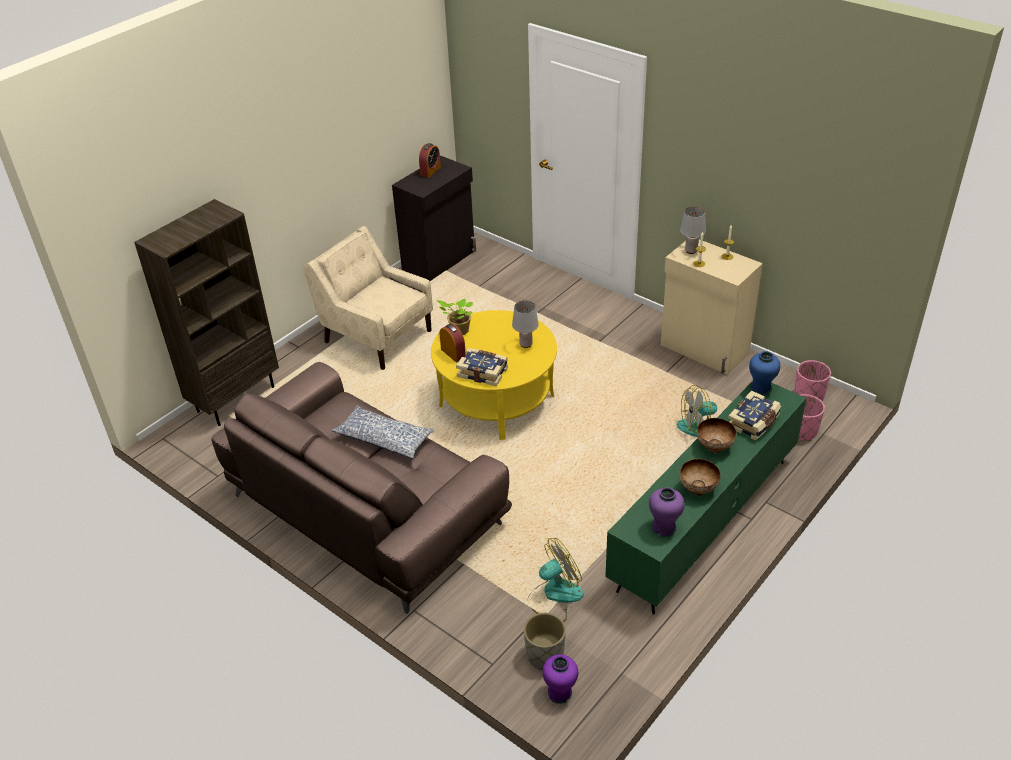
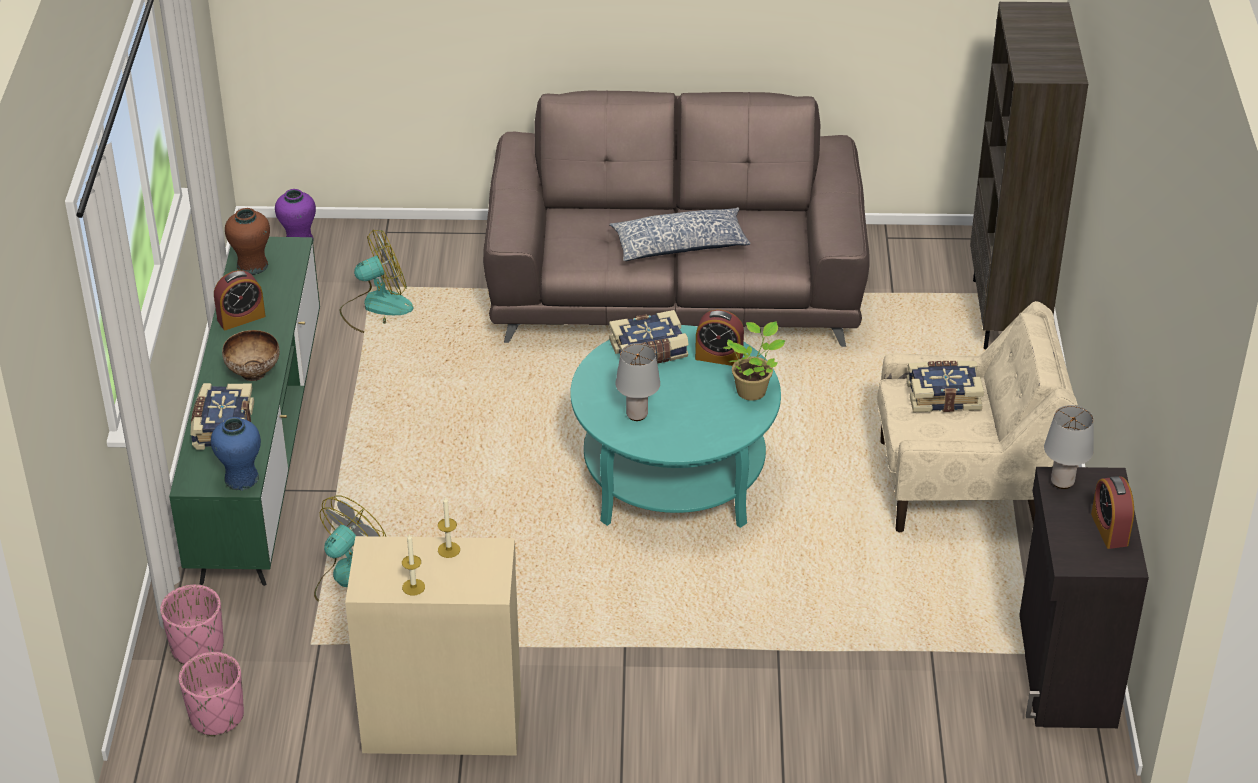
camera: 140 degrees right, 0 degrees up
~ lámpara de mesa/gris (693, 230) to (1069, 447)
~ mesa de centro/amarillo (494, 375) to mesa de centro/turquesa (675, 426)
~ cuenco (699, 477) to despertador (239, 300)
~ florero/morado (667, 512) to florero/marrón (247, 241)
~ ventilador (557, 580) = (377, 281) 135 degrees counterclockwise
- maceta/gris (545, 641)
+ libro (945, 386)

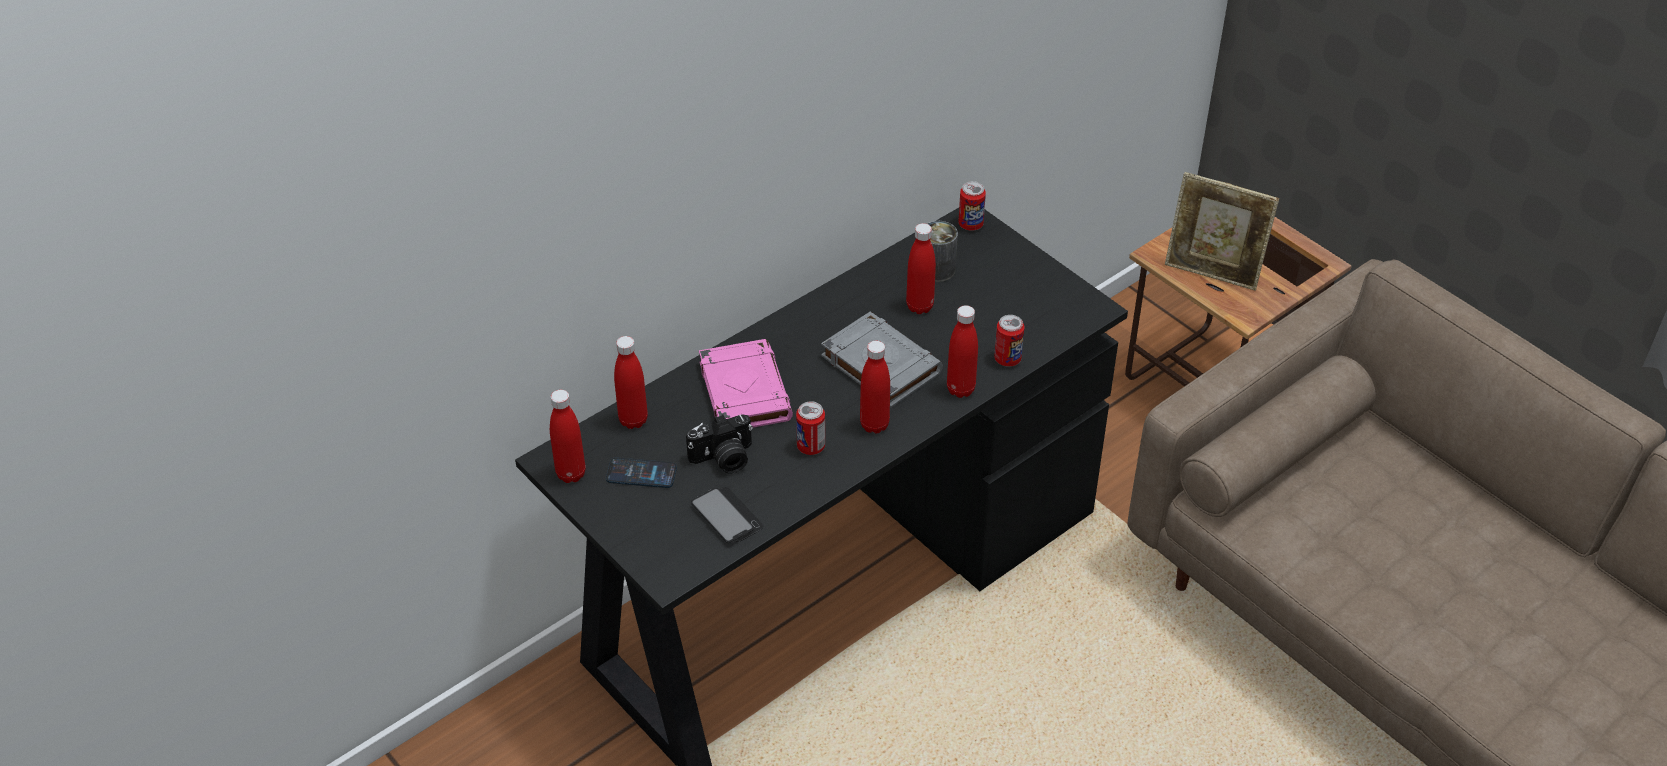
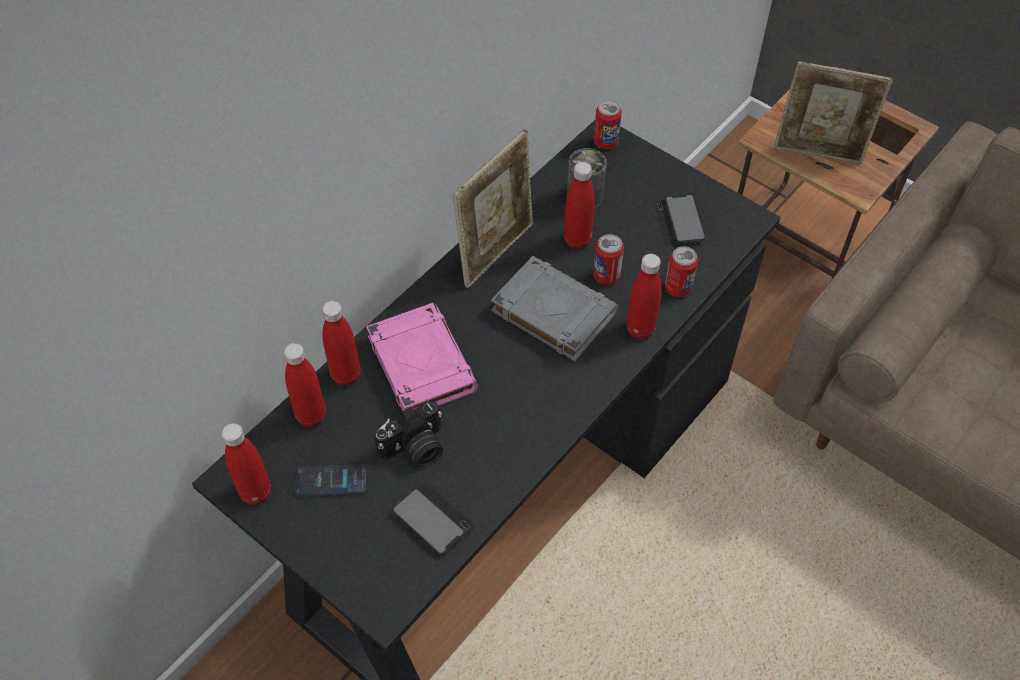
camera: 10 degrees left, 10 degrees up
~ botella/rojo (875, 387) to (341, 343)
~ lata (810, 428) to (608, 259)
+ portarretratos (493, 209)
+ móvil (680, 220)

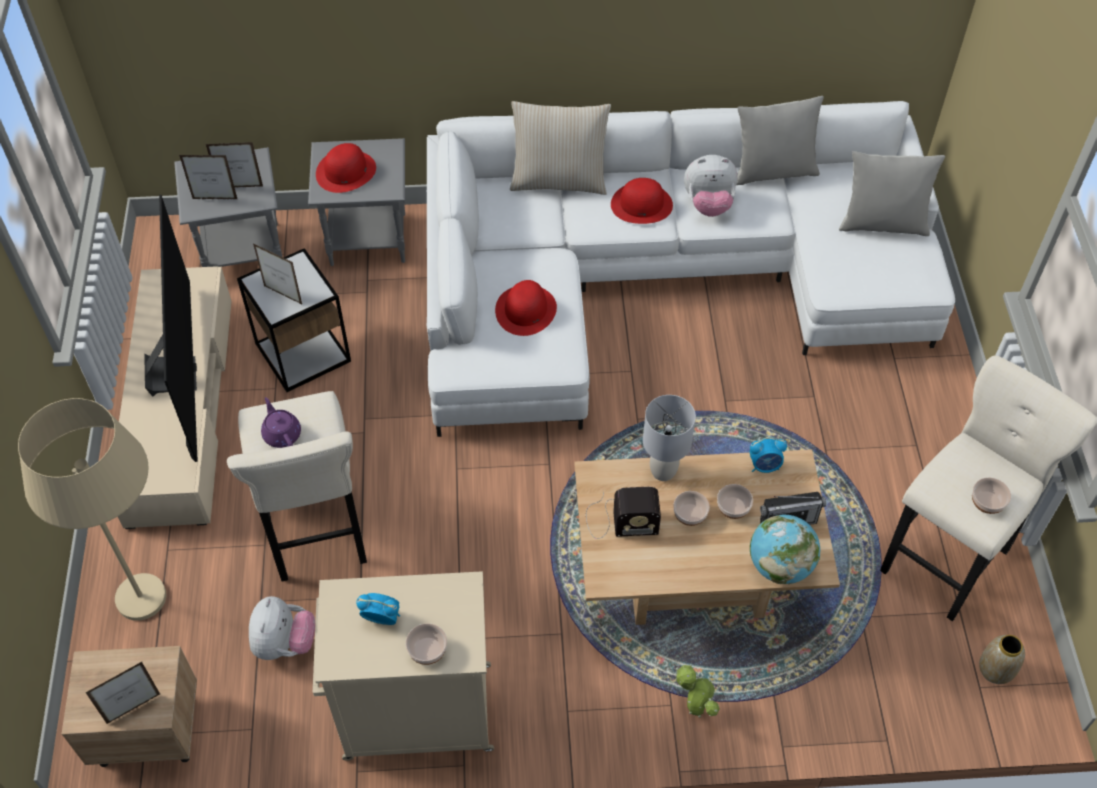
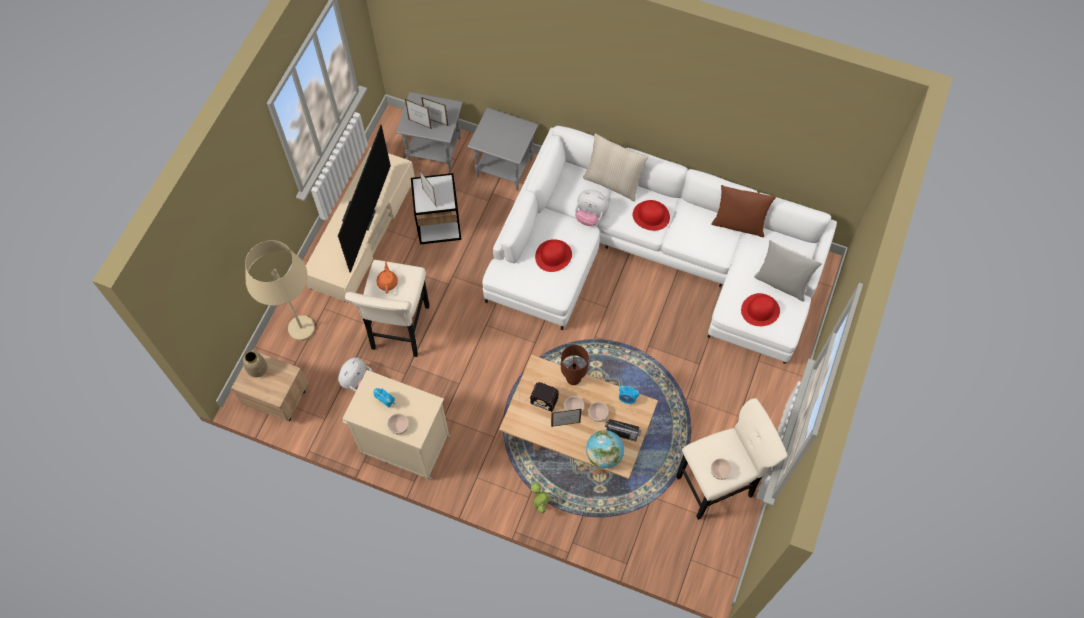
camera: 25 degrees right, 10 degrees up
~ cojín/gris (780, 140) to cojín/marrón (743, 211)
~ sombrero/rojo (346, 168) to (760, 309)
~ peluche (711, 186) to (592, 208)
~ lámpara de mesa/gris (669, 438) to lámpara de mesa/marrón (575, 365)
~ tetera/morado (281, 422) to tetera/naranja (387, 277)
~ florero (1002, 659) to (255, 364)
~ portarretratos (123, 693) to (566, 418)

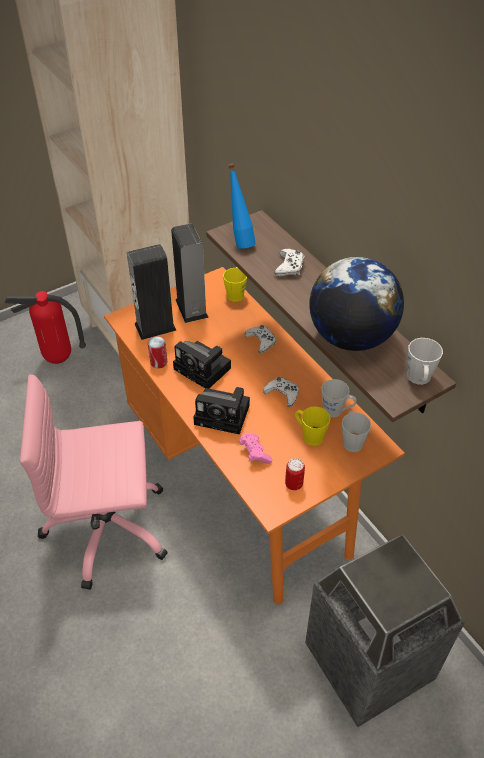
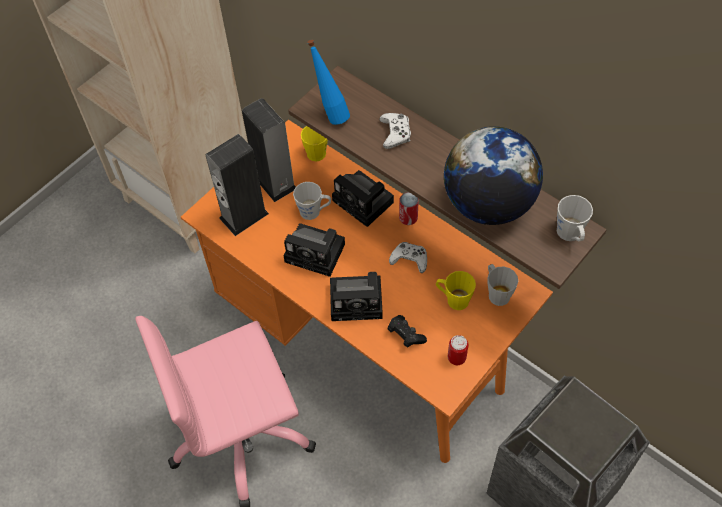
camera: 15 degrees left, 10 degrees up
- extintor (45, 327)
~ mando de consola/blanco (260, 339) to cámara (363, 198)
~ lata (157, 352) to (409, 208)
~ taza grande/gris (339, 398) to (312, 201)
~ mando de consola/rosa (255, 448) to mando de consola/negro (407, 331)

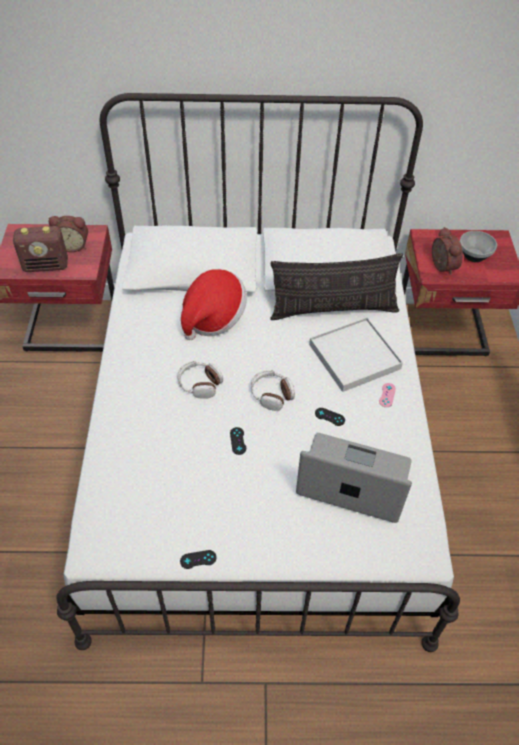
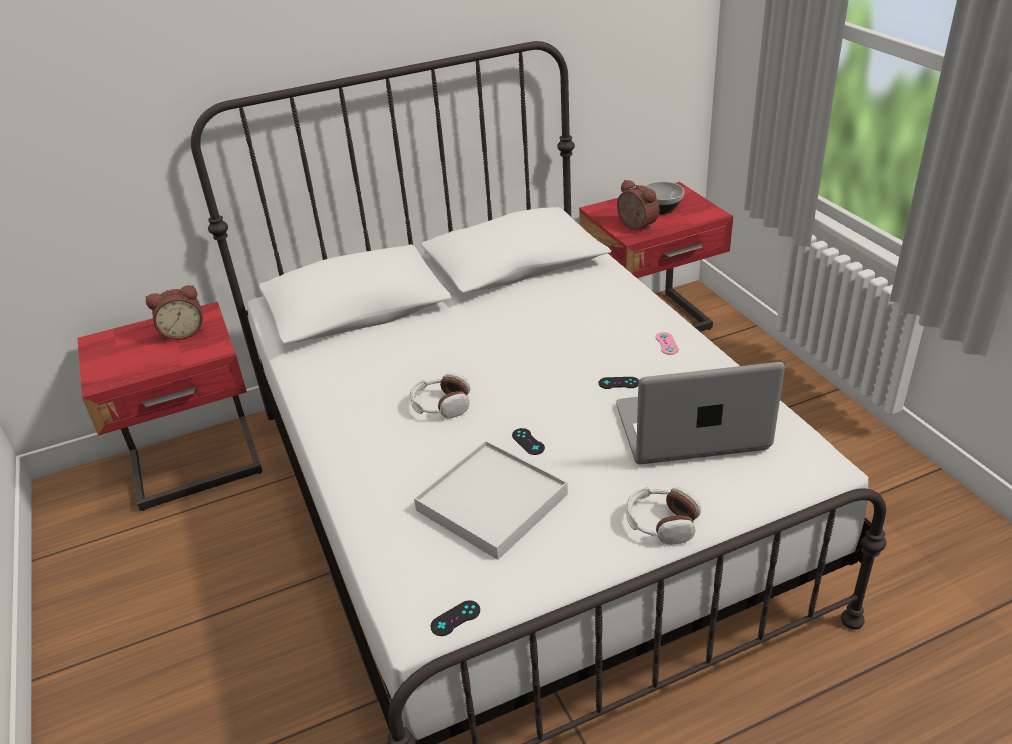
camera: 20 degrees left, 15 degrees down
- radio (40, 249)
- cojín (336, 286)
- sombrero (214, 304)
~ bandeja/blanco (356, 354) to (491, 500)
~ auriculares (273, 390) to (663, 516)
~ mando de consola/negro (198, 559) to (455, 618)

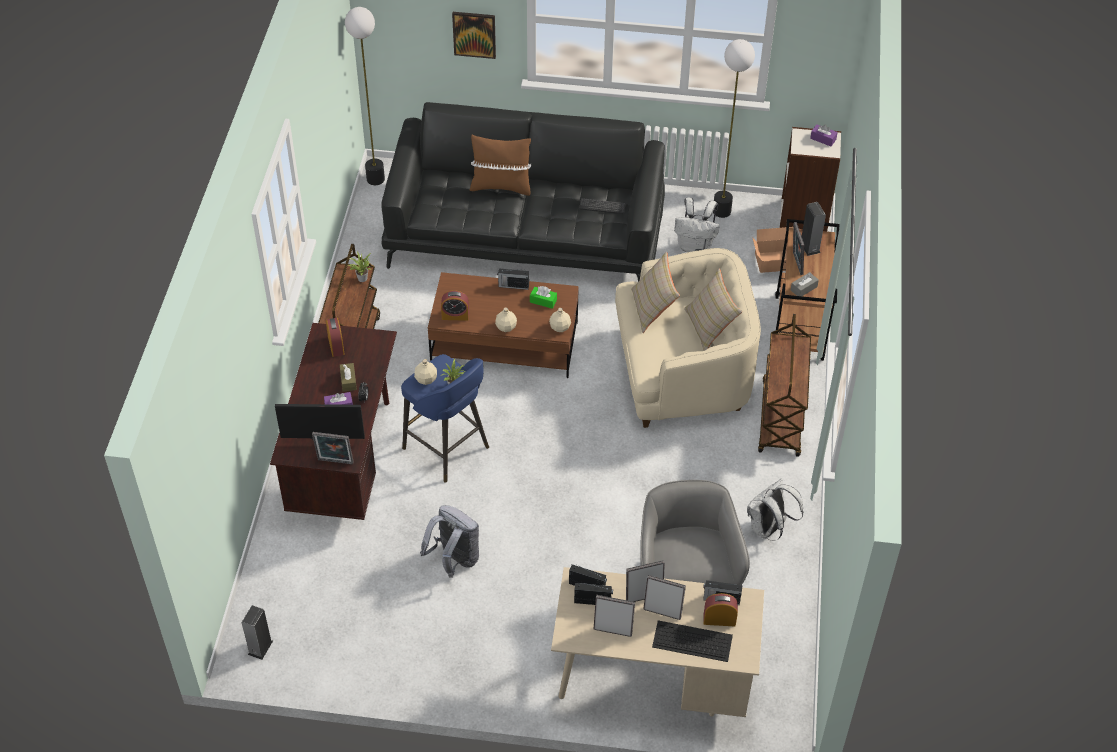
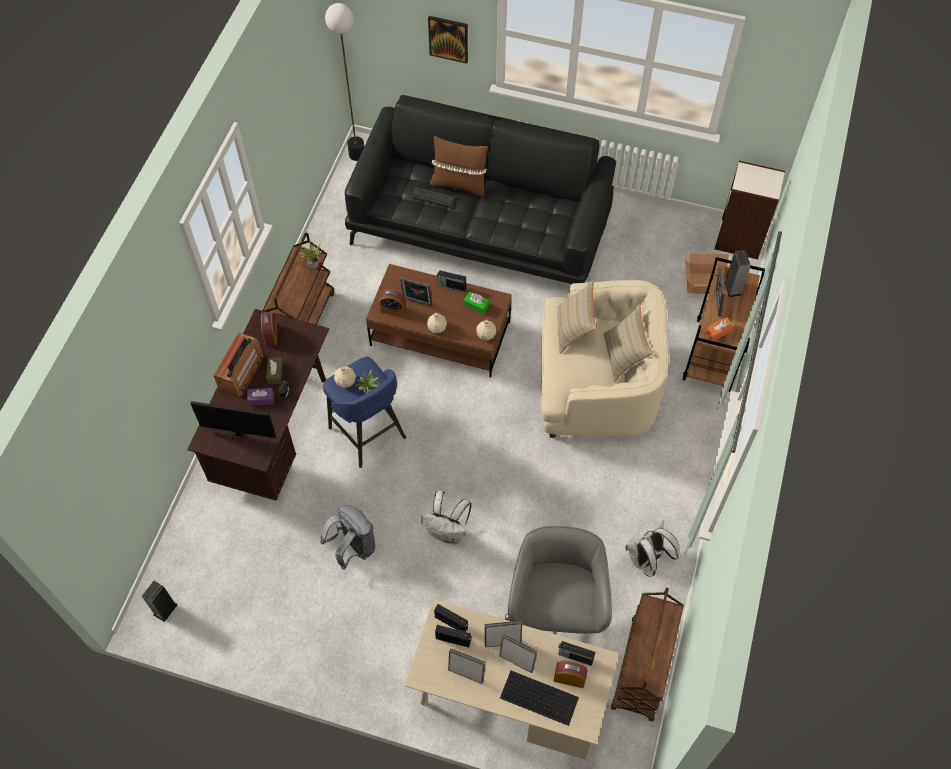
camera: 10 degrees right, 10 degrees up
- lámpara de pie (734, 128)
- caja de pañuelos/morado (824, 135)
~ mochila/blanco (696, 224) to (446, 517)
~ teclado (602, 206) to (432, 197)
~ caja de pañuelos/gris (805, 284) to caja de pañuelos/naranja (720, 329)
~ carrito/marrón (784, 385) to (647, 655)
~ portarretratos (333, 448) to (416, 291)
+ radio (238, 364)

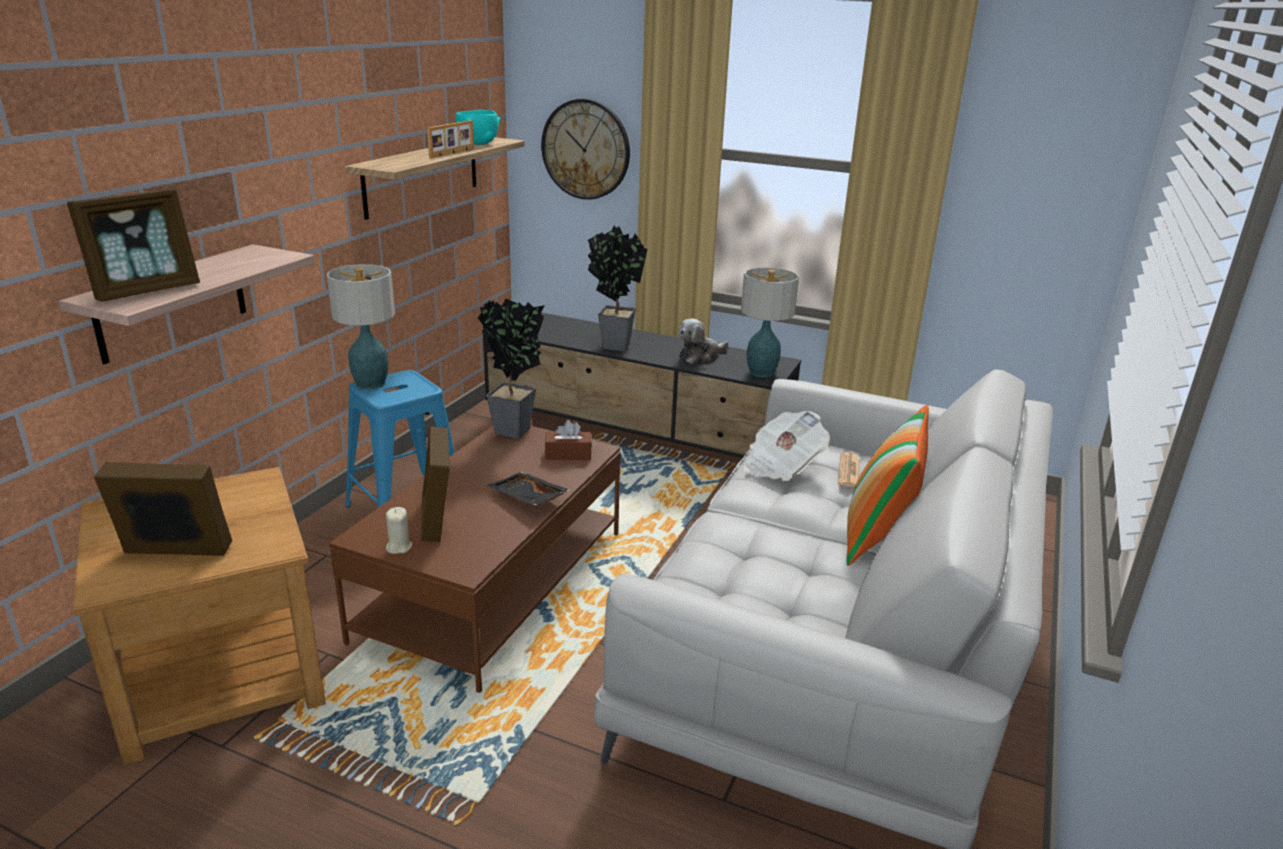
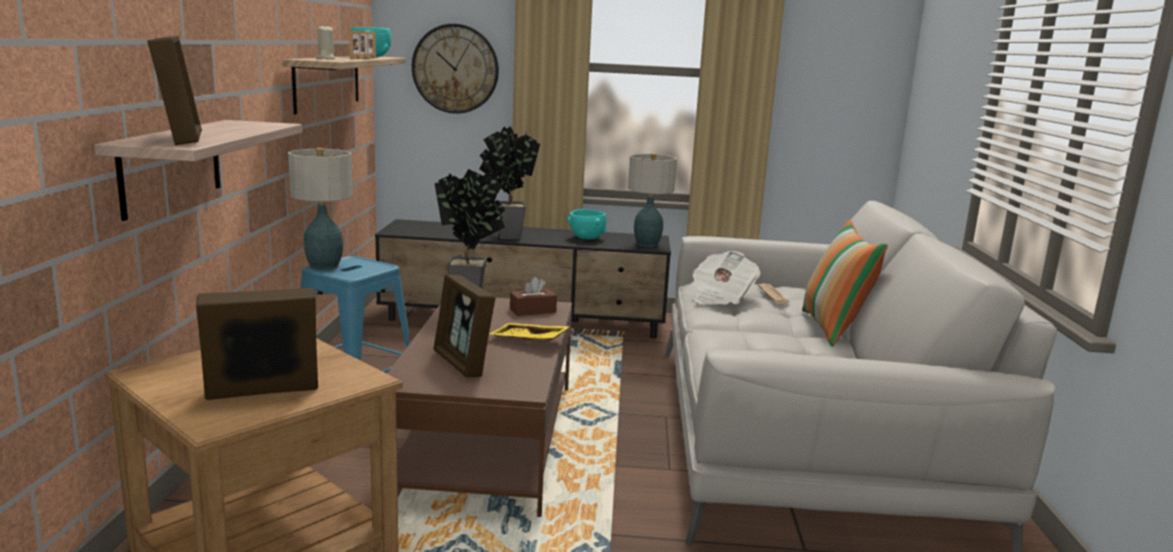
camera: 20 degrees left, 10 degrees down
~ portarretratos (133, 245) = (174, 90) 45 degrees counterclockwise
~ peluche (703, 341) to cuenco/turquesa (586, 224)
~ bandeja/negro (528, 489) to bandeja/amarillo (530, 332)
~ vela/beis (399, 530) to (326, 42)

